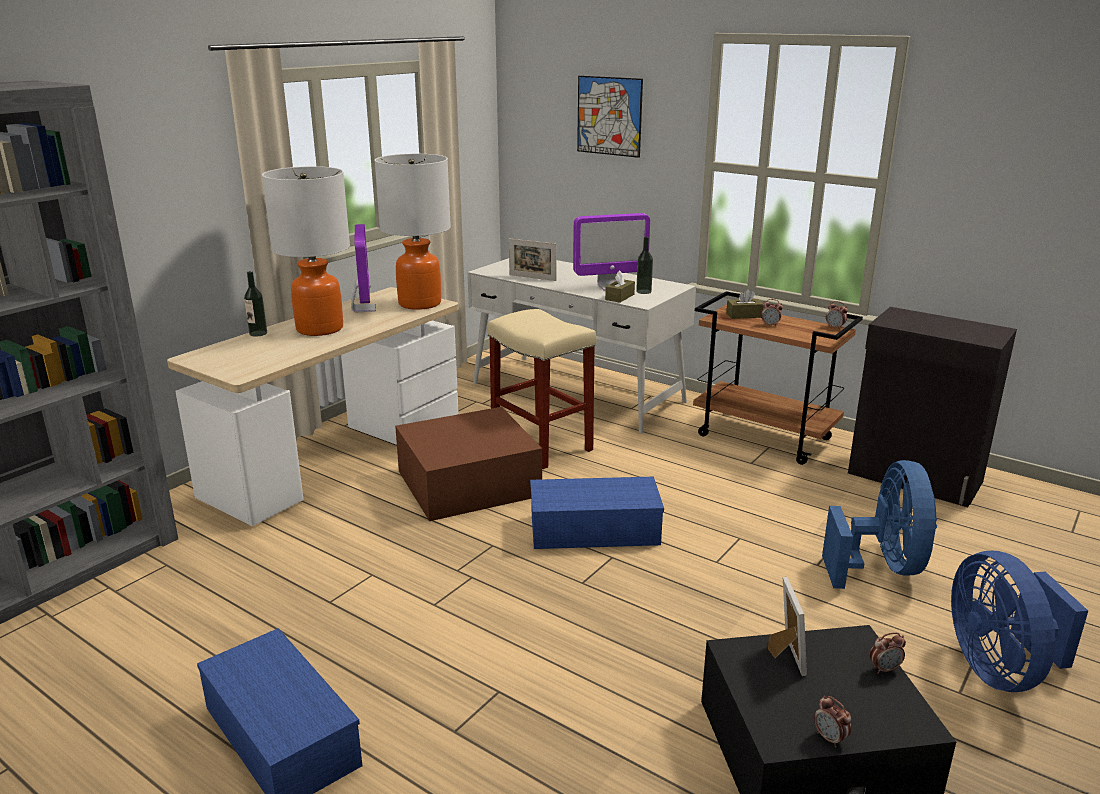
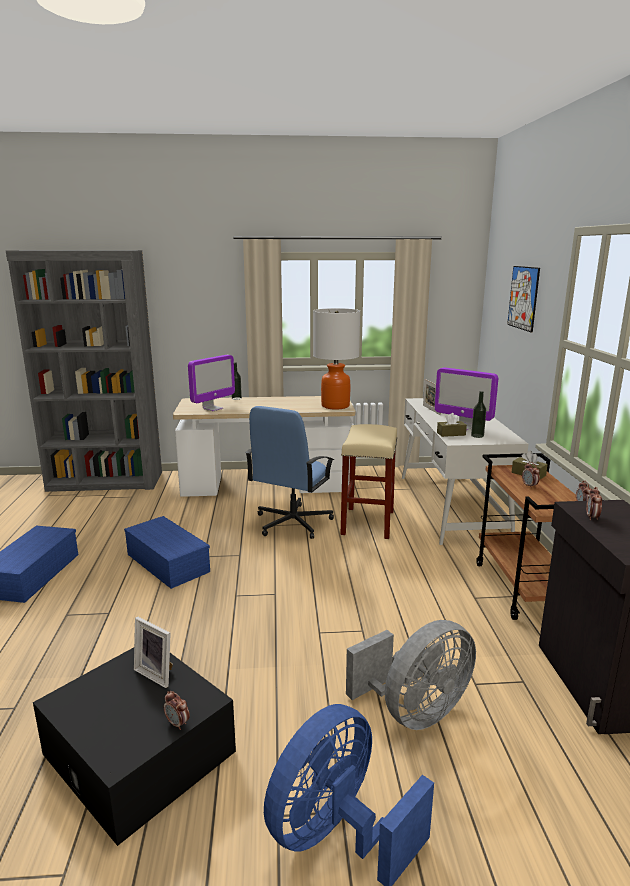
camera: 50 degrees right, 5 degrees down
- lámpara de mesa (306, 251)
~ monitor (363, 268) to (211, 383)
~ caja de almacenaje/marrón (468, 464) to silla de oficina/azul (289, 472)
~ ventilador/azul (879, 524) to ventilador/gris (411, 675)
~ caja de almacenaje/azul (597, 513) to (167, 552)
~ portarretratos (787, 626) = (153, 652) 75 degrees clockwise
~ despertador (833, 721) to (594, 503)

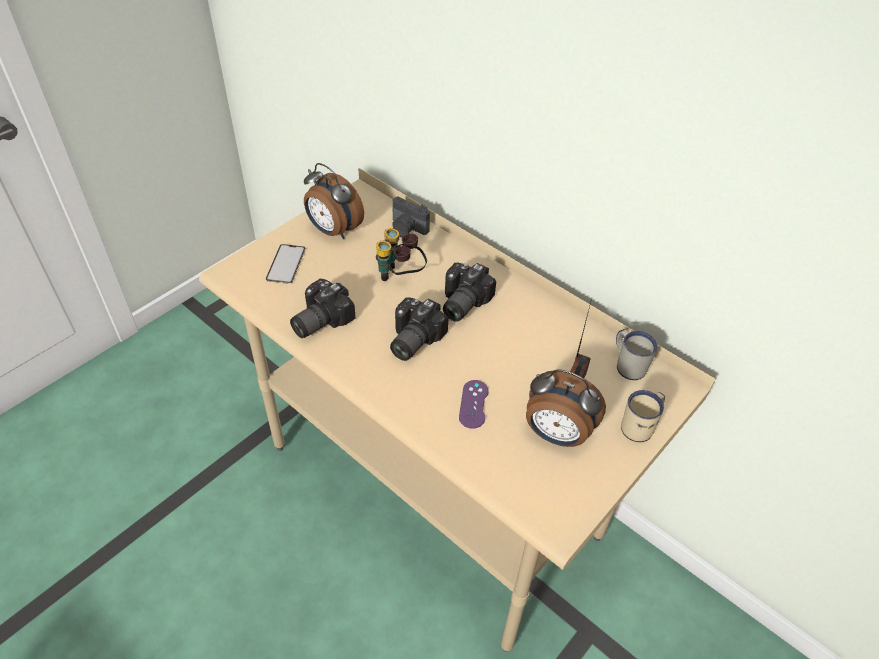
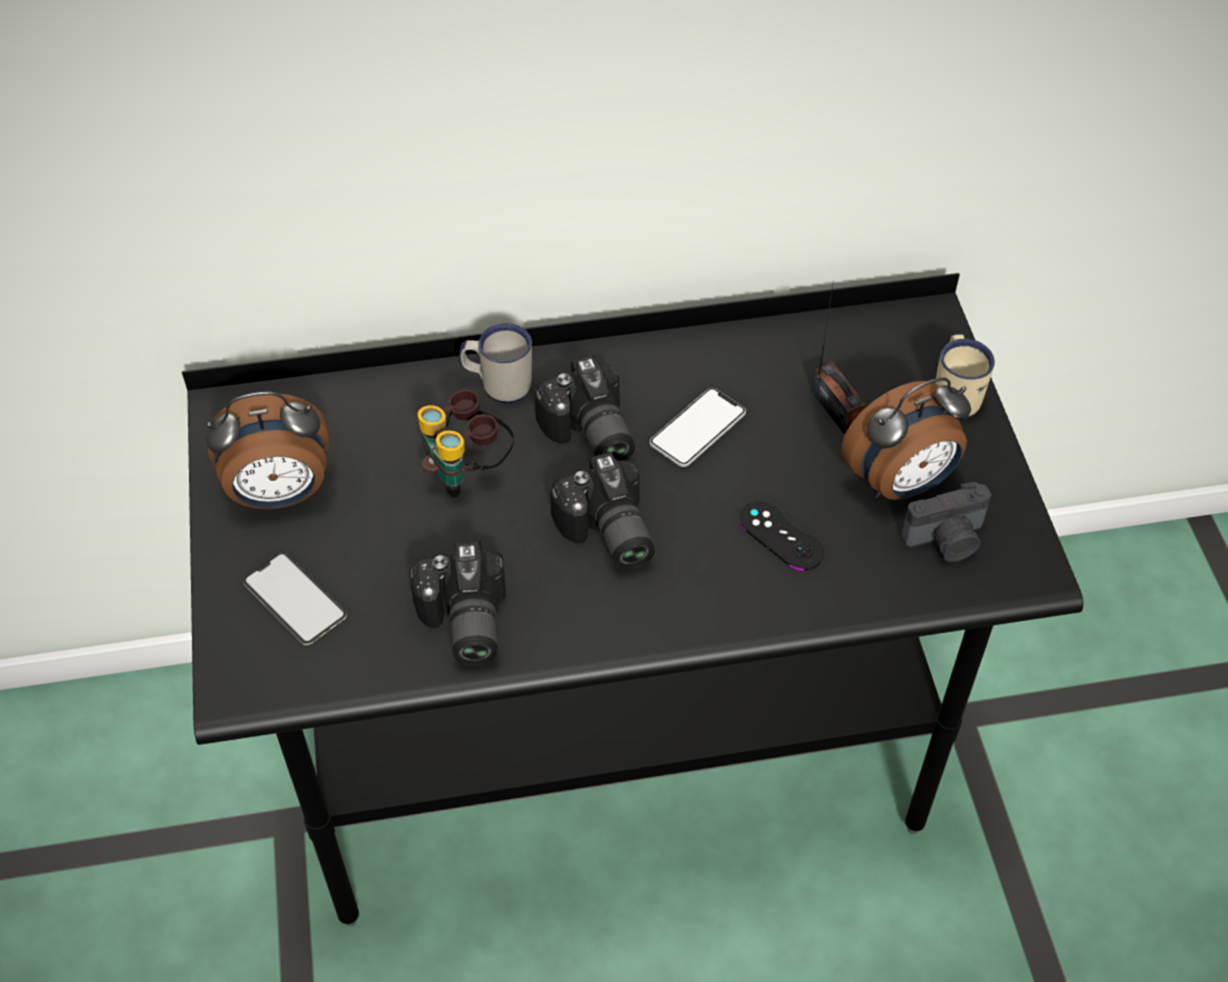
camera: 50 degrees left, 5 degrees up
~ escritorio/beis (457, 410) to escritorio/negro (632, 599)
~ cámara (411, 216) to (946, 522)
~ taza grande/blanco (636, 354) to (495, 363)
~ mando de consola/morado (474, 404) to mando de consola/negro (782, 536)
+ móvil (697, 427)

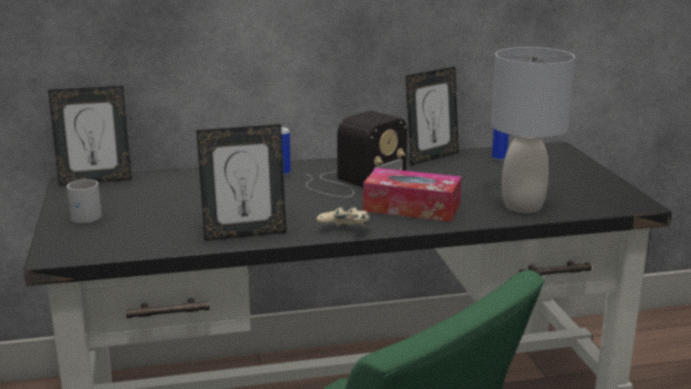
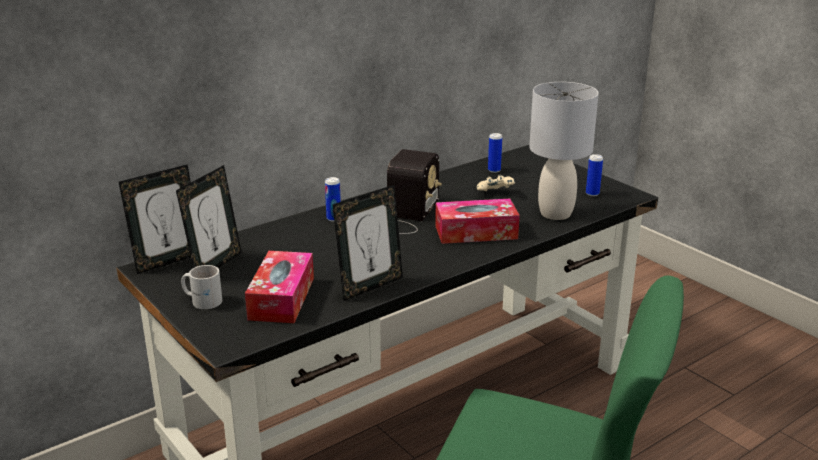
camera: 25 degrees left, 5 degrees up
~ portarretratos (432, 116) to (209, 216)
~ mando de consola/beis (343, 216) to (496, 183)
+ lata (594, 175)
+ caja de pañuelos (279, 287)

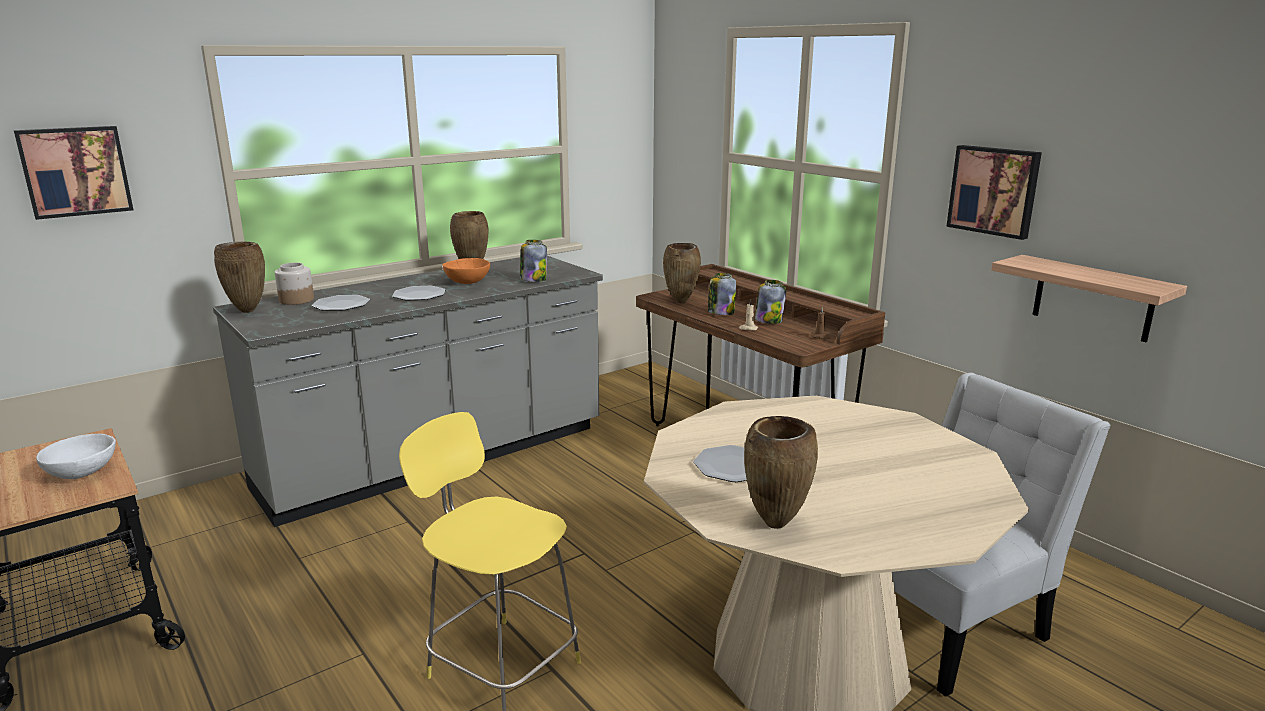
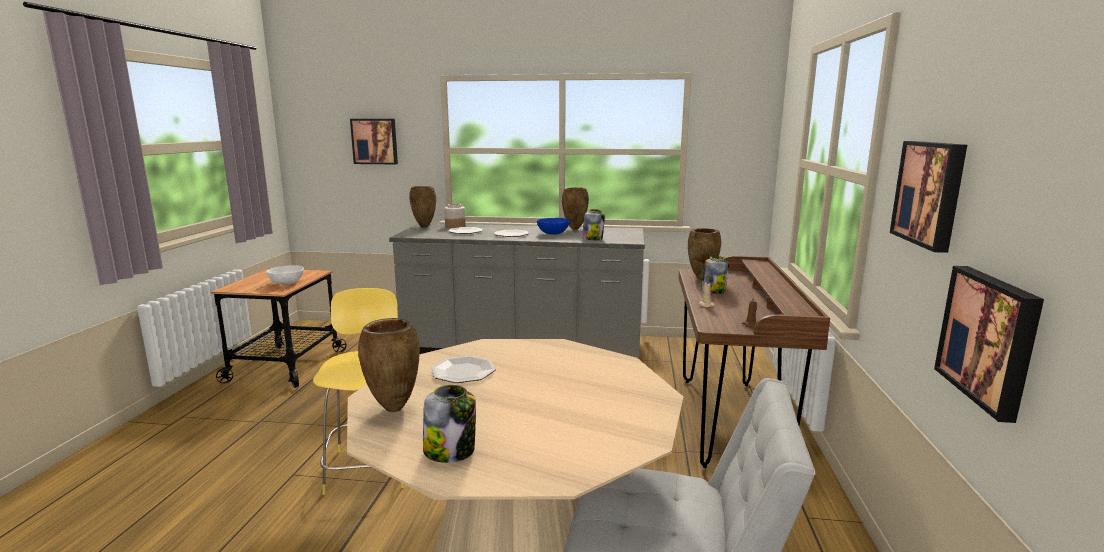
camera: 45 degrees right, 5 degrees down
~ estante (1089, 298) to cuadro (989, 344)
~ cuenco/naranja (466, 271) to cuenco/azul (553, 226)
~ tarro (770, 302) to (449, 424)

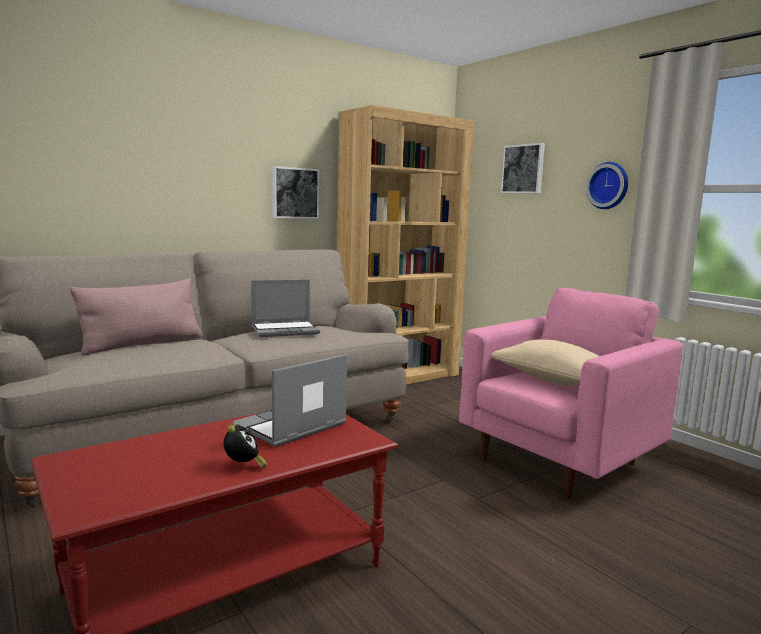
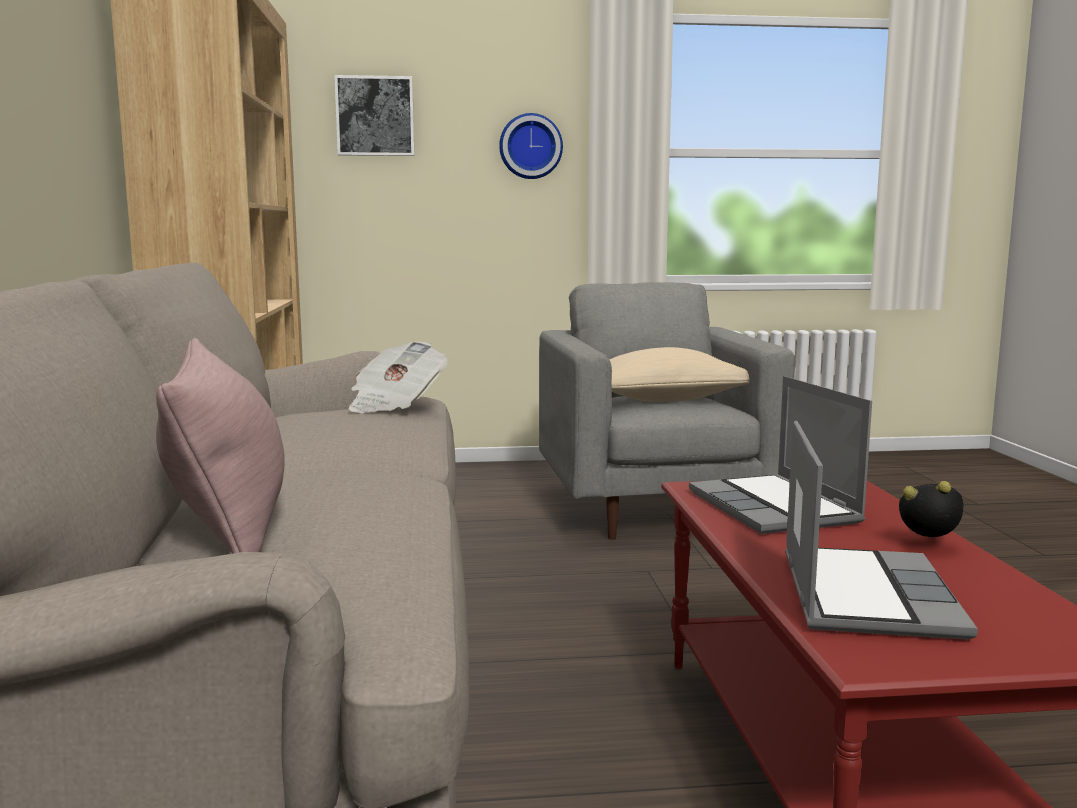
camera: 60 degrees left, 0 degrees up
- cuadro (295, 192)
~ portátil (285, 308) to (881, 530)
~ sillón/rosa (571, 393) to sillón/gris (667, 411)
+ periódico (398, 377)

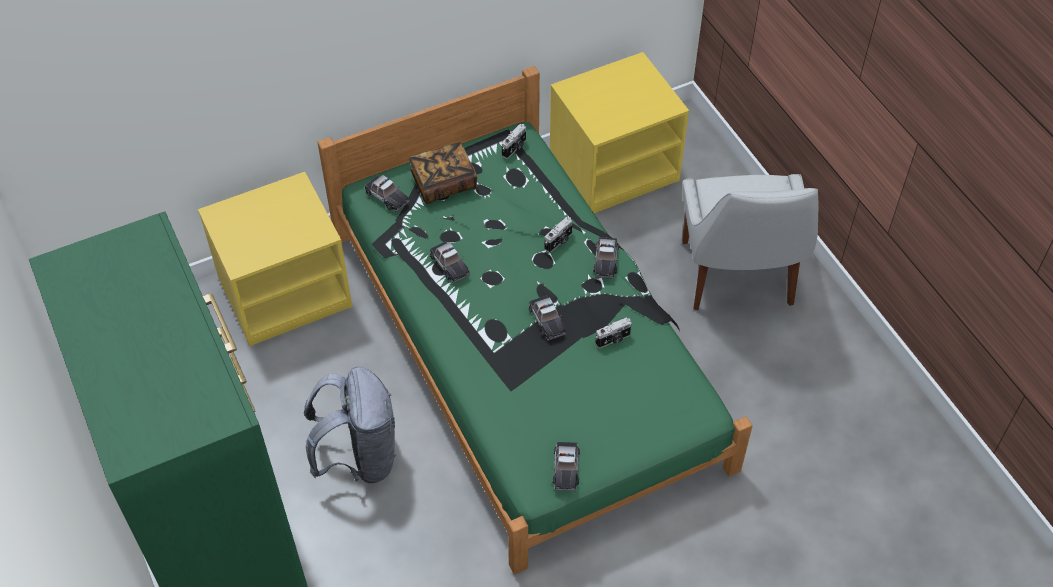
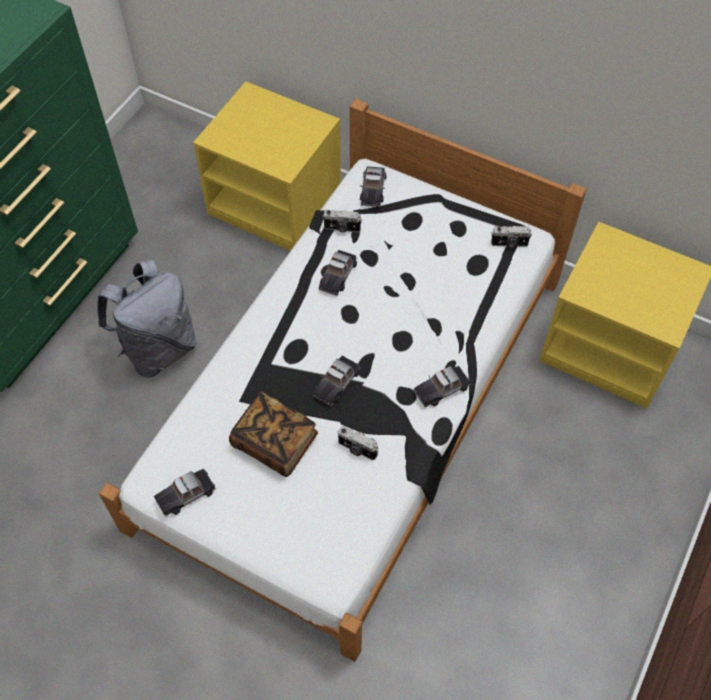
camera: 55 degrees right, 5 degrees up
~ cama/verde (535, 320) to cama/blanco (343, 380)
~ libro (443, 173) to (273, 434)
- silla/blanco (750, 242)
~ cámara (558, 235) to (342, 221)

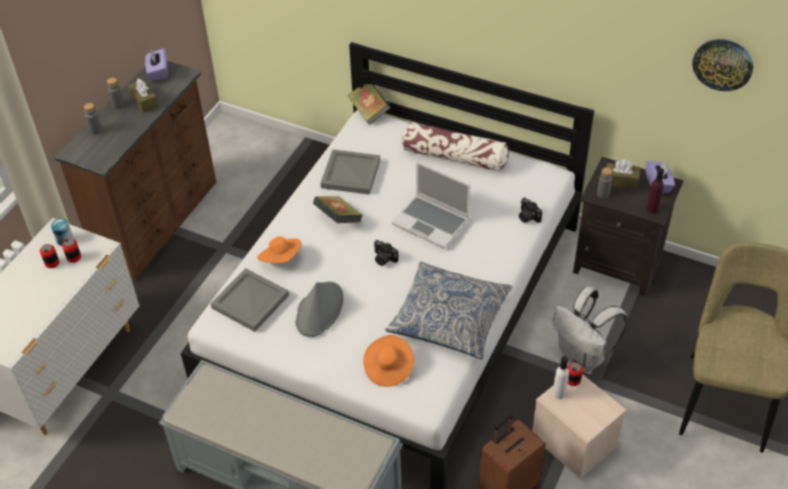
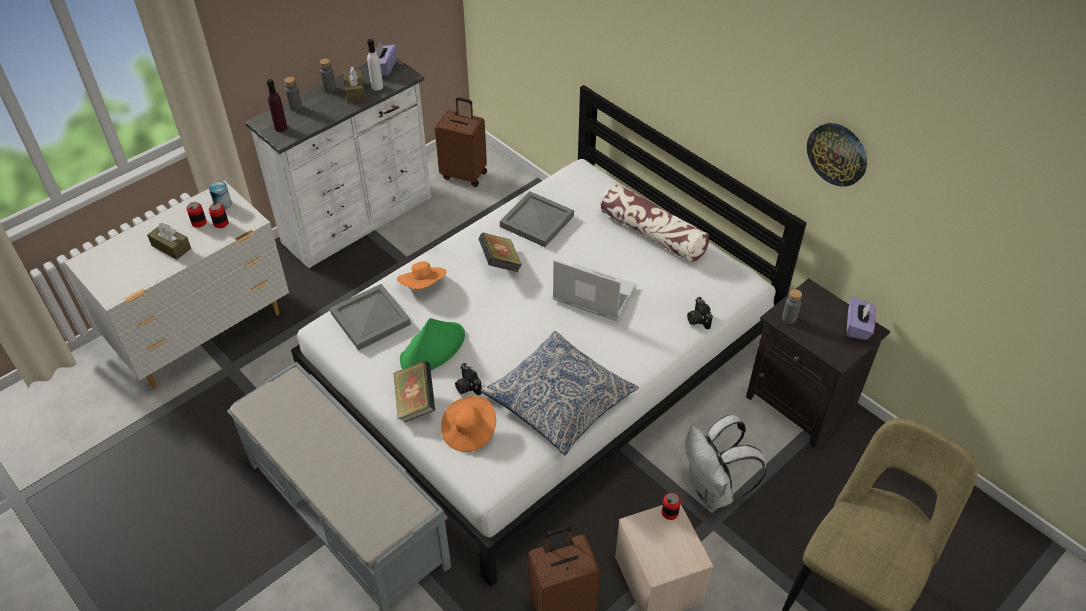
camera: 20 degrees right, 0 degrees up
~ reloj de pared (722, 65) to (837, 155)
~ cómoda/marrón (136, 170) to cómoda/blanco (338, 162)
~ libro (369, 104) to (414, 392)
~ caja de pañuelos/marrón (623, 174) to (169, 241)
~ portátil (431, 205) = (595, 290) 150 degrees clockwise
~ botella/morado (655, 191) to (277, 105)
~ cámara (386, 253) to (468, 379)
~ sombrero/gris (319, 309) to sombrero/verde (432, 344)
~ botella/blanco (561, 377) to (375, 65)
+ maleta/marrón (461, 142)

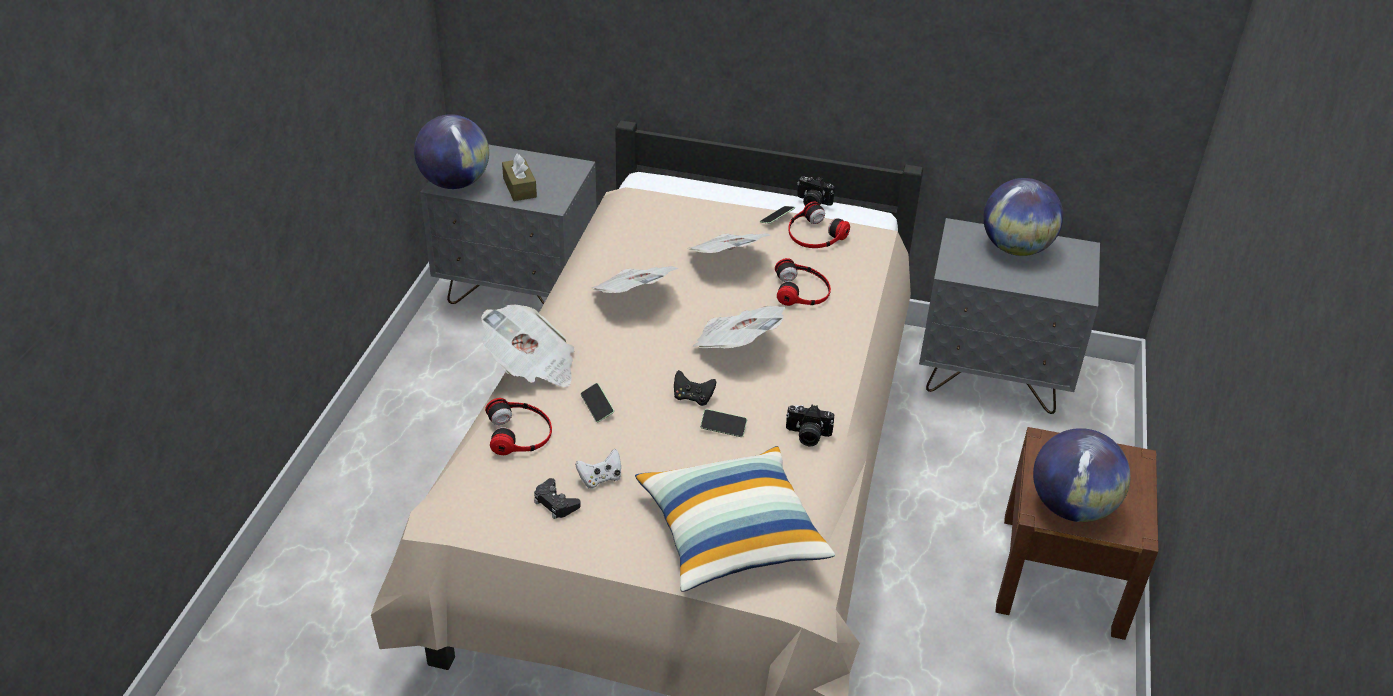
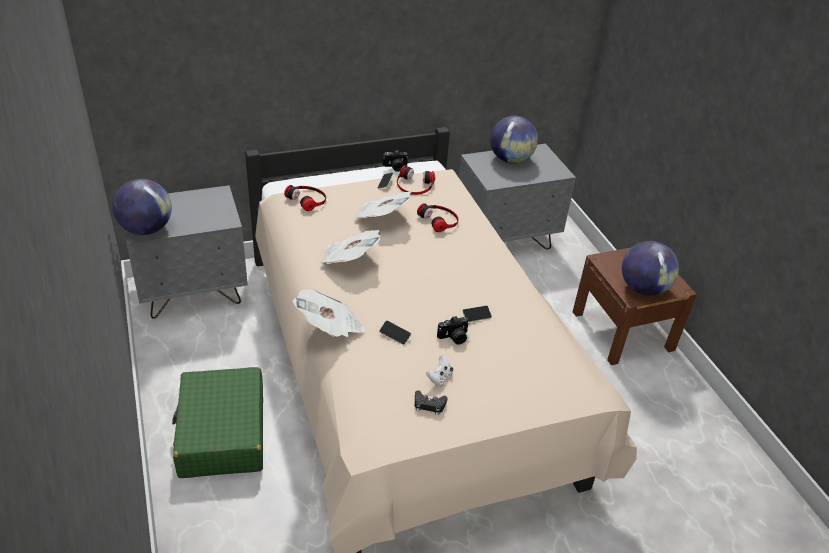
camera: 35 degrees left, 0 degrees up
- caja de pañuelos/marrón (519, 177)
- periódico (739, 327)
- mando de consola/negro (695, 388)
~ auriculares (518, 426) to (305, 198)
~ cámara (810, 425) to (453, 330)
- cojín (735, 519)
+ maleta/verde (217, 422)

